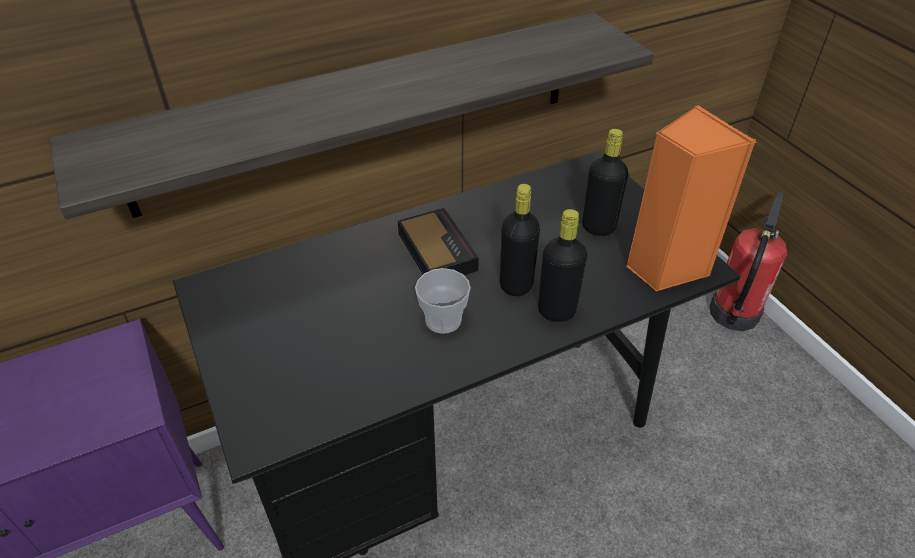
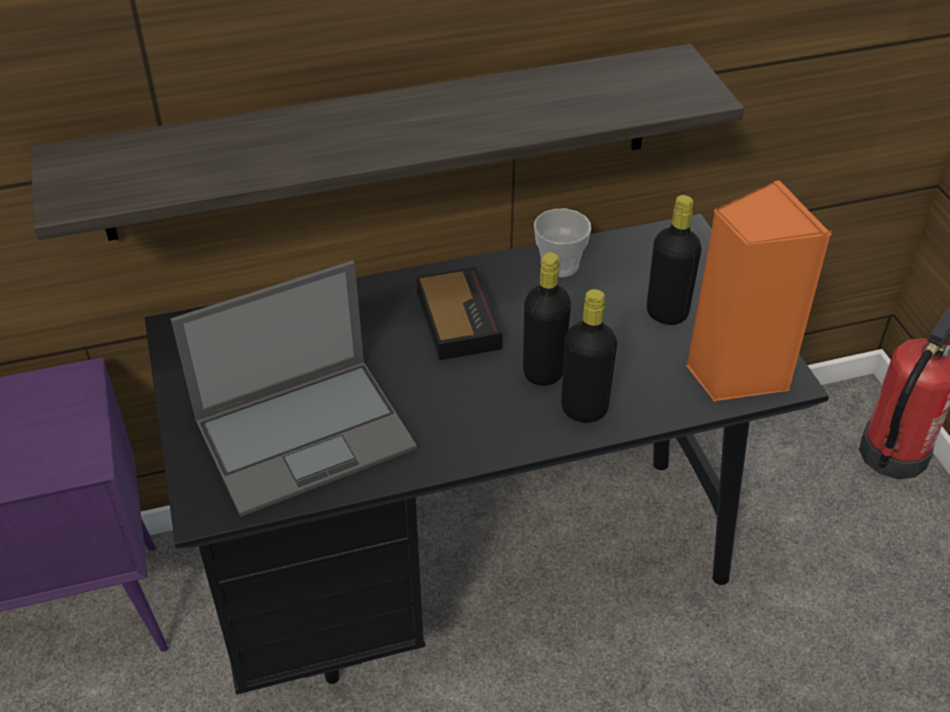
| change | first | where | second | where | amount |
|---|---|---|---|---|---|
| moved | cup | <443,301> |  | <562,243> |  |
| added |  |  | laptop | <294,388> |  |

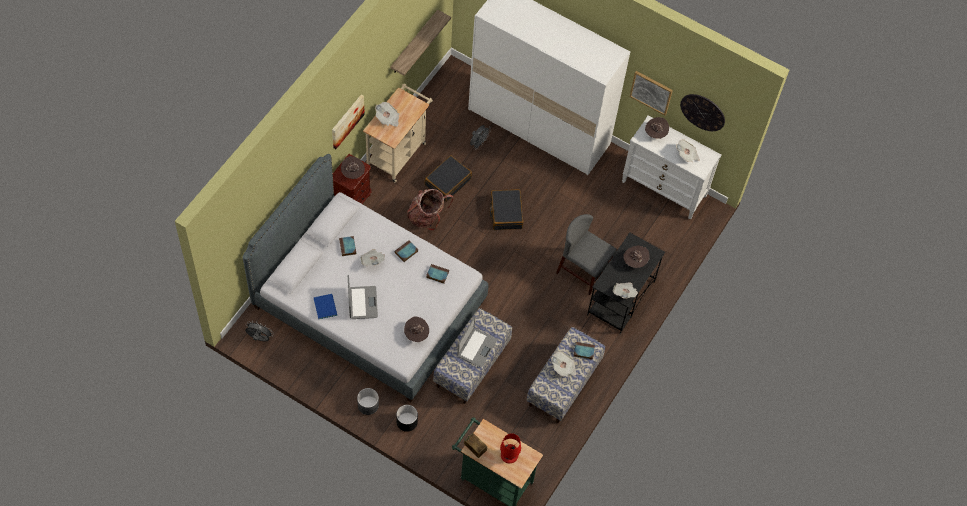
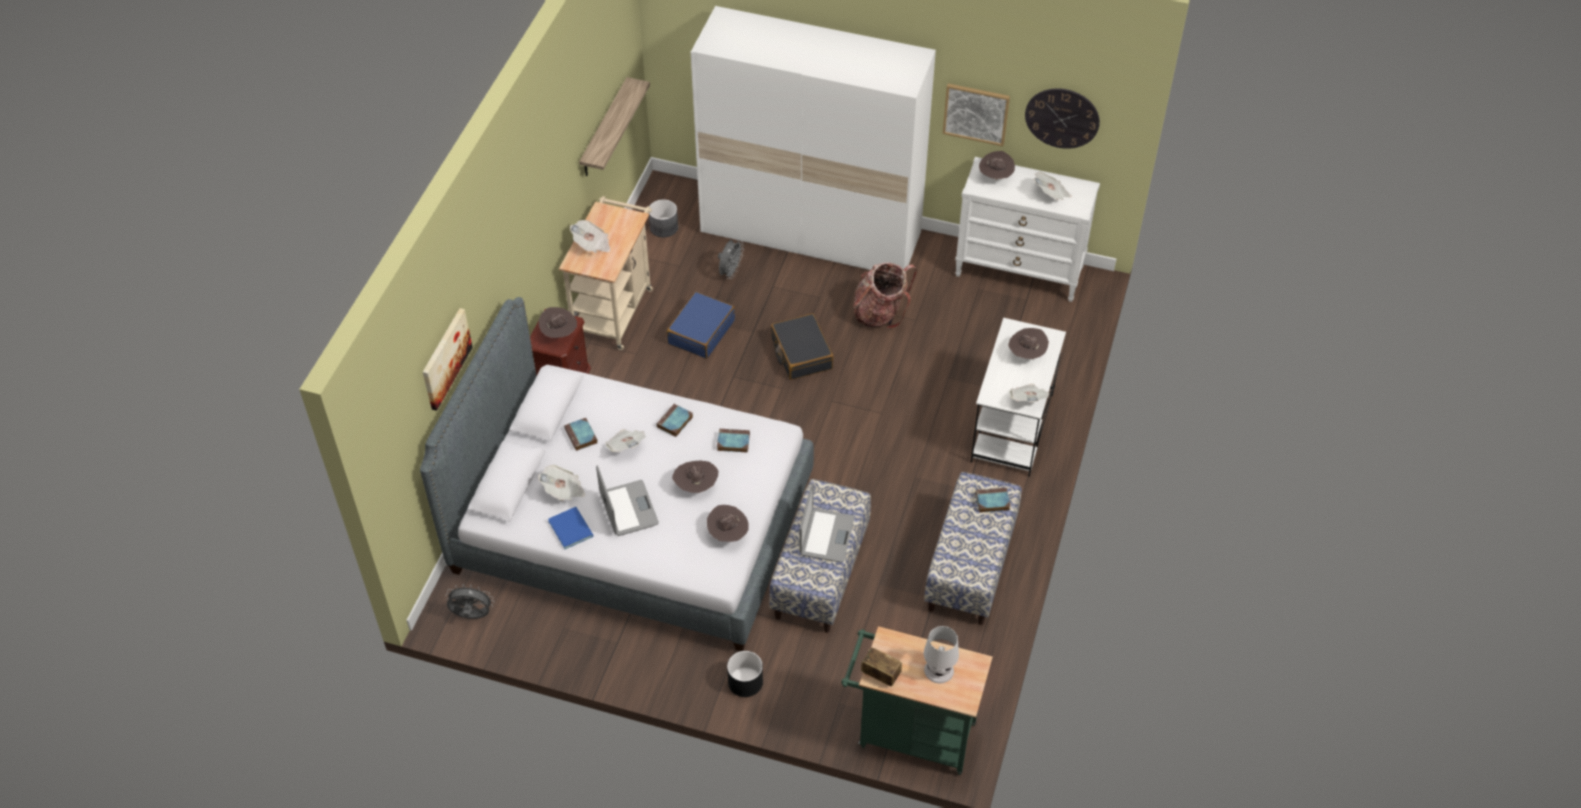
| change | first | where | second | where | amount |
|---|---|---|---|---|---|
| moved | picture | <348,121> |  | <448,359> |  |
| moved | planter (grey) | <368,401> |  | <663,218> |  |
| moved | backpack | <430,210> |  | <885,295> |  |
| recoloured | suitcase (black) | <448,178> | suitcase (blue) | <701,325> |  |
| recoloured | table lamp (red) | <510,448> | table lamp (white) | <941,654> |  |
| moved | newspaper | <563,364> |  | <562,483> |  |
| removed | chair (grey) | <586,254> |  |  |  |
| recoloured | desk (black) | <626,283> | desk (white) | <1018,397> |  |
| added |  |  | hat (brown) | <695,476> |  |

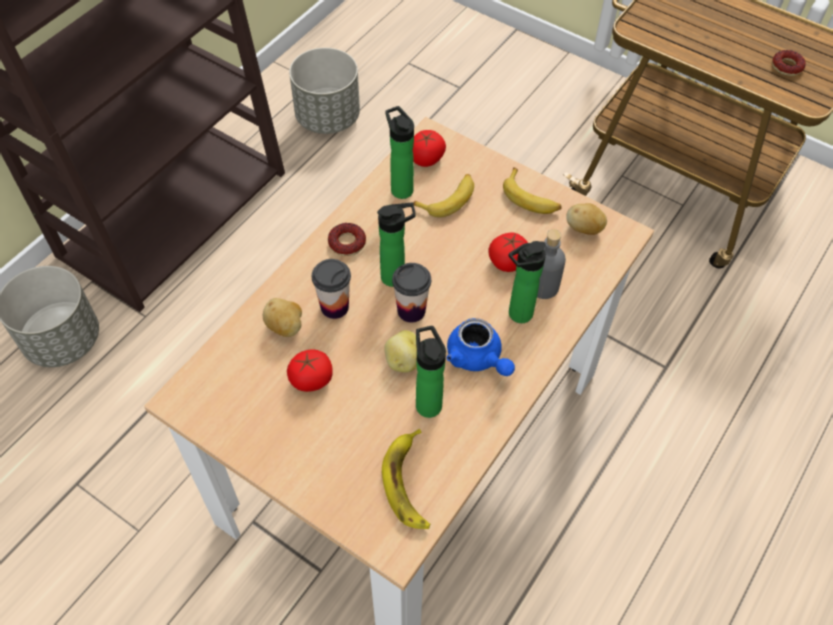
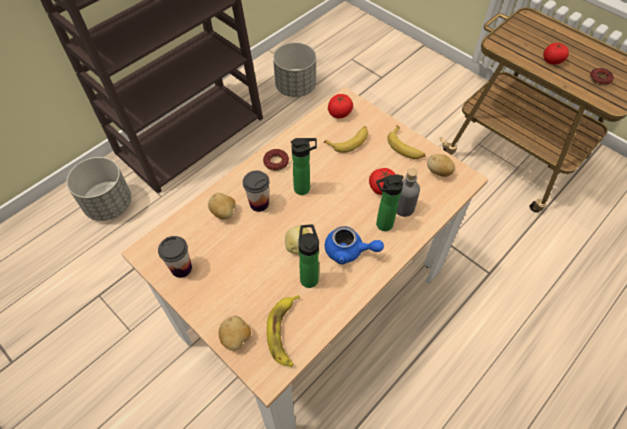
| change | first | where | second | where | amount |
|---|---|---|---|---|---|
| moved | tomato | <310,370> |  | <556,54> |  |
| removed | bottle | <399,152> |  |  |  |
| moved | cup | <411,293> |  | <175,257> |  |
| turned | teapot (blue) | <481,347> |  | <354,245> | 45 degrees counterclockwise |
| added |  |  | potato | <235,333> |  |

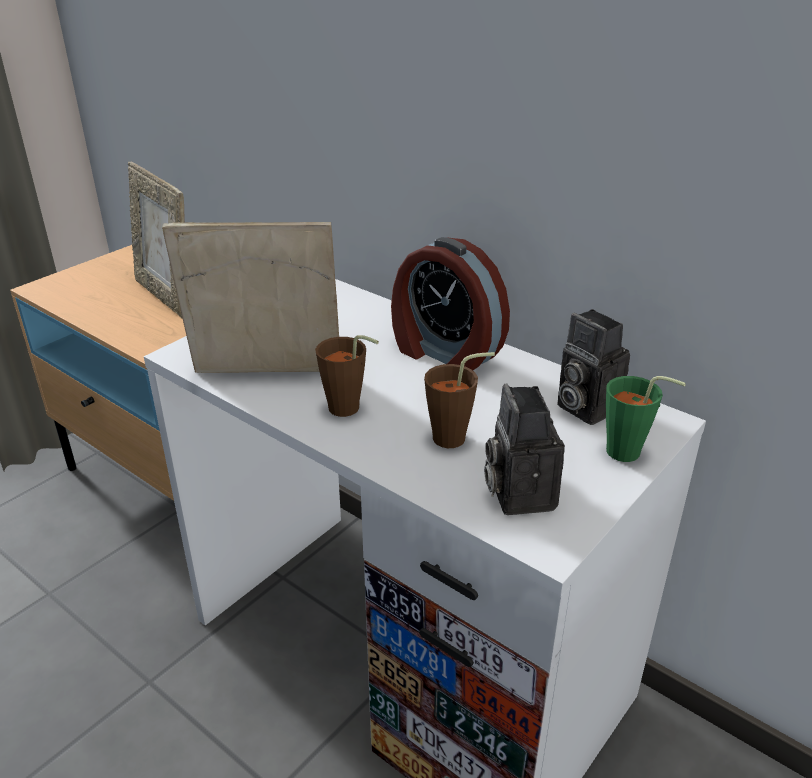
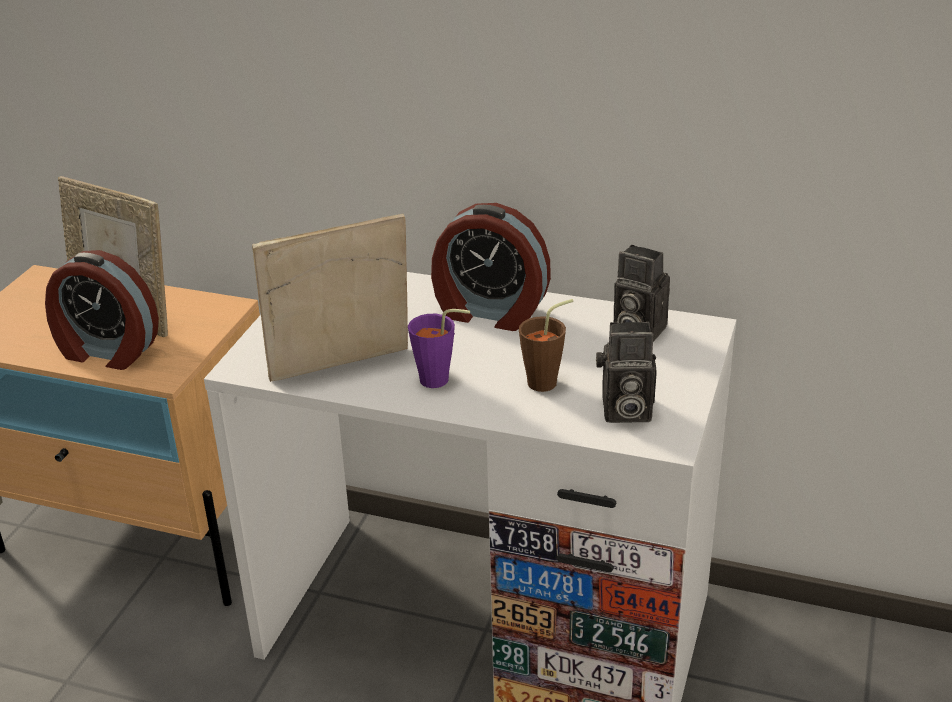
| change | first | where | second | where | amount |
|---|---|---|---|---|---|
| recoloured | cup (brown) | <347,376> | cup (purple) | <439,348> |  |
| turned | photo camera | <524,449> |  | <626,372> | 60 degrees counterclockwise |
| removed | cup (green) | <646,419> |  |  |  |
| added |  |  | alarm clock | <102,310> |  |

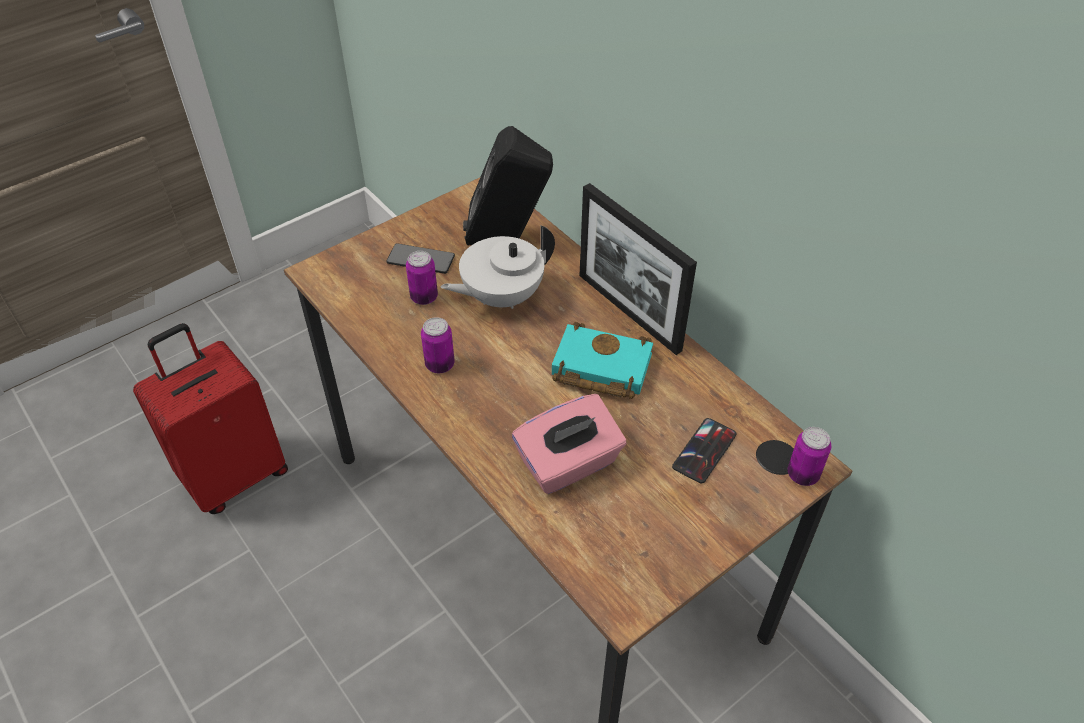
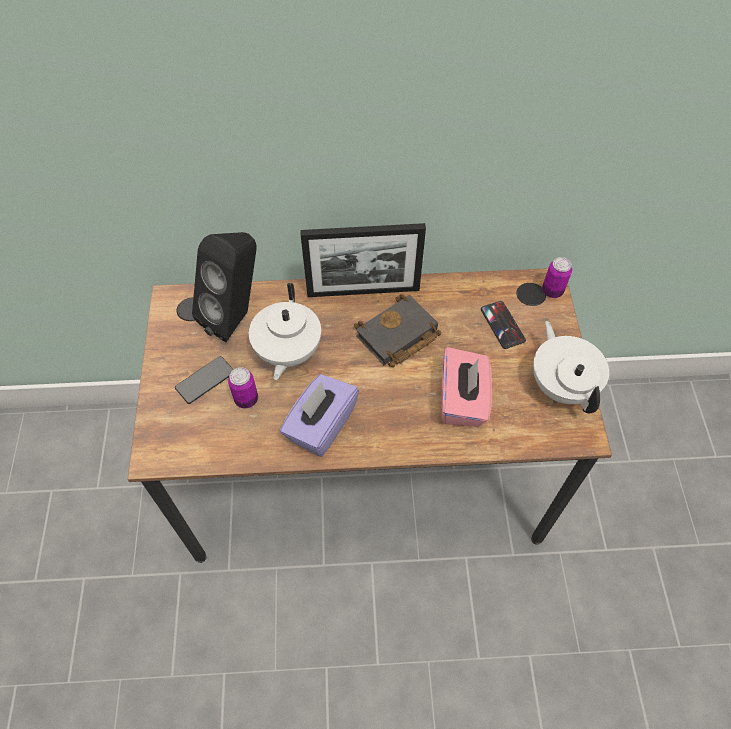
| change | first | where | second | where | amount |
|---|---|---|---|---|---|
| removed | suitcase (red) | <210,418> |  |  |  |
| replaced | can | <438,345> | tissue box (purple) | <319,415> |  |
| recoloured | book (turquoise) | <602,360> | book (black) | <397,330> |  |
| added |  |  | teapot (white) | <571,367> |  |

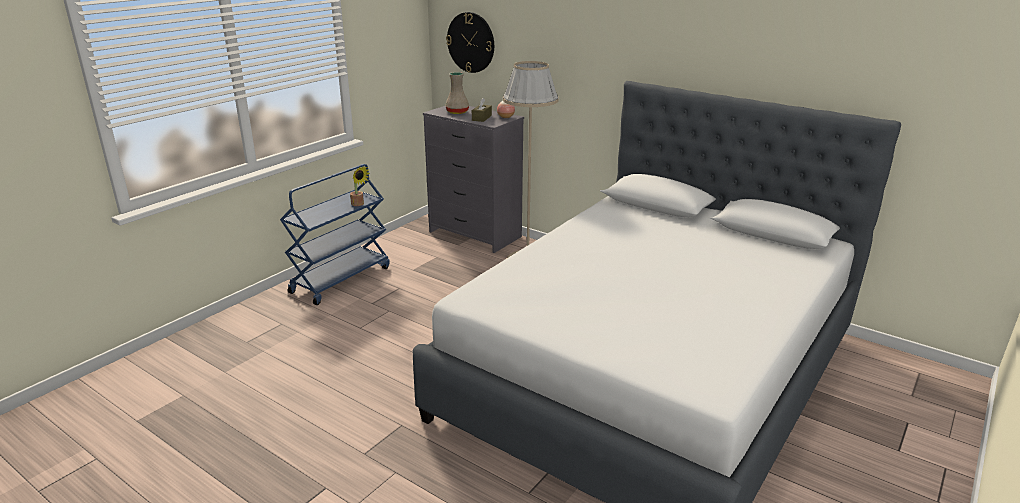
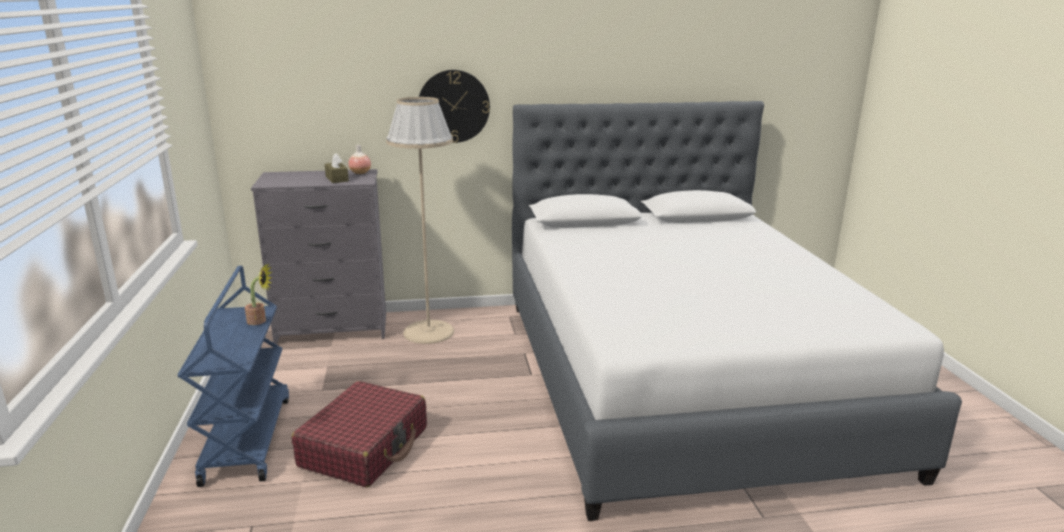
| change | first | where | second | where | amount |
|---|---|---|---|---|---|
| removed | vase (beige) | <457,93> |  |  |  |
| moved | wall clock | <470,42> |  | <454,106> |  |
| added |  |  | suitcase (red) | <359,434> |  |

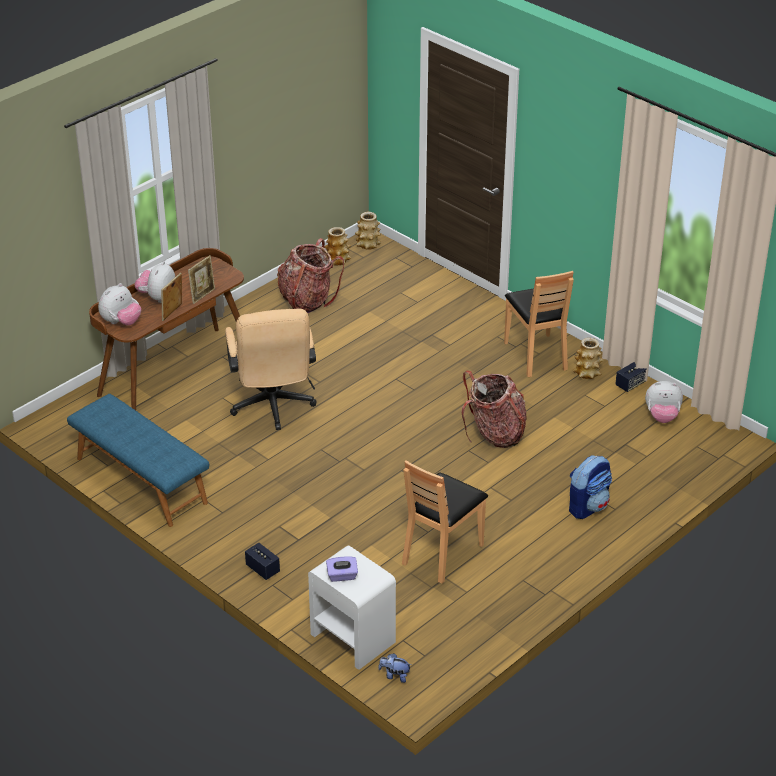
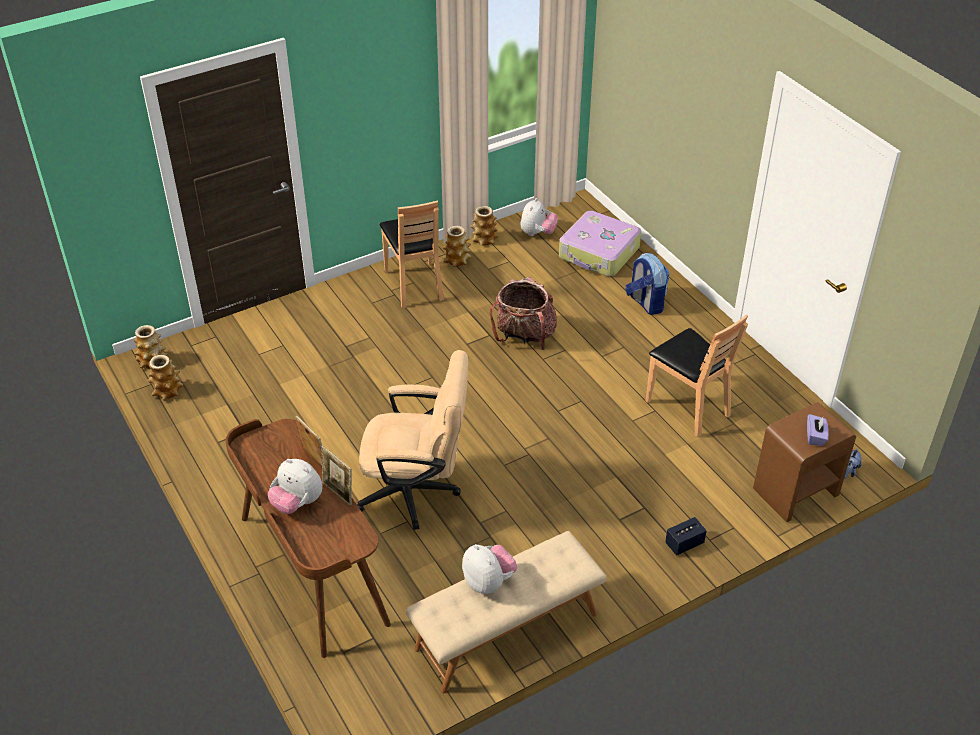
| change | first | where | second | where | amount |
|---|---|---|---|---|---|
| recoloured | bench (blue) | <138,460> | bench (beige) | <506,612> |  |
| moved | plush toy | <119,304> |  | <489,569> |  |
| removed | backpack | <310,275> |  |  |  |
| recoloured | nightstand (white) | <352,607> | nightstand (brown) | <804,462> |  |
| turned | chair (brown) | <539,324> |  | <412,254> | 75 degrees clockwise |
| replaced | speaker | <631,377> | vase | <484,226> |  |
| added |  |  | suitcase | <600,244> |  |

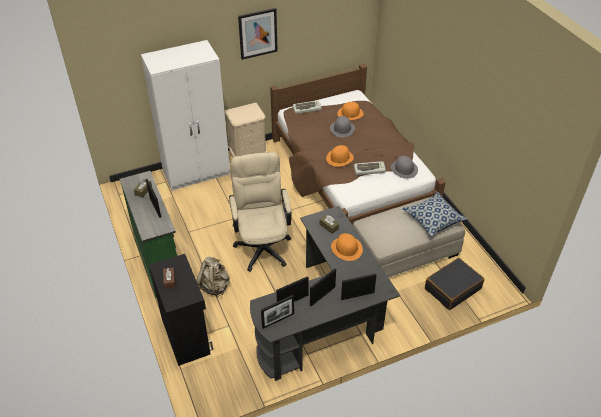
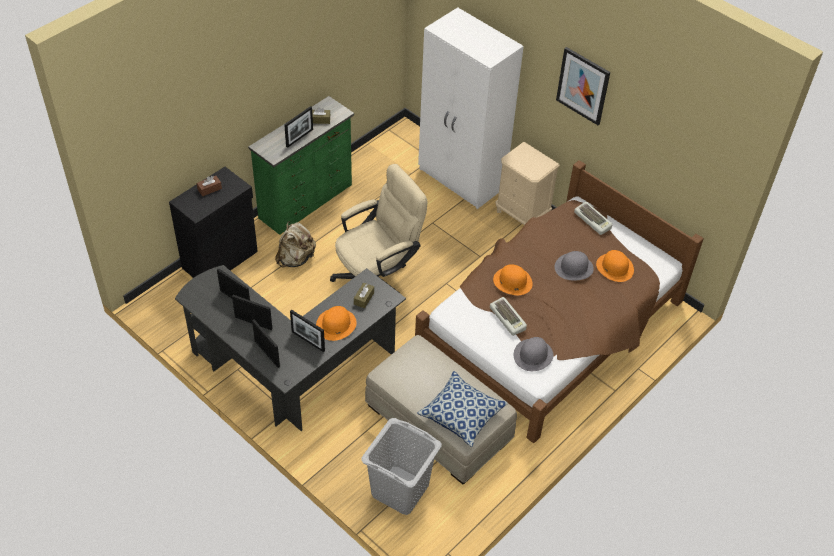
| change | first | where | second | where | amount |
|---|---|---|---|---|---|
| moved | picture frame | <277,312> |  | <307,331> |  |
| replaced | suitcase (black) | <454,284> | laundry basket (grey) | <401,466> |  |

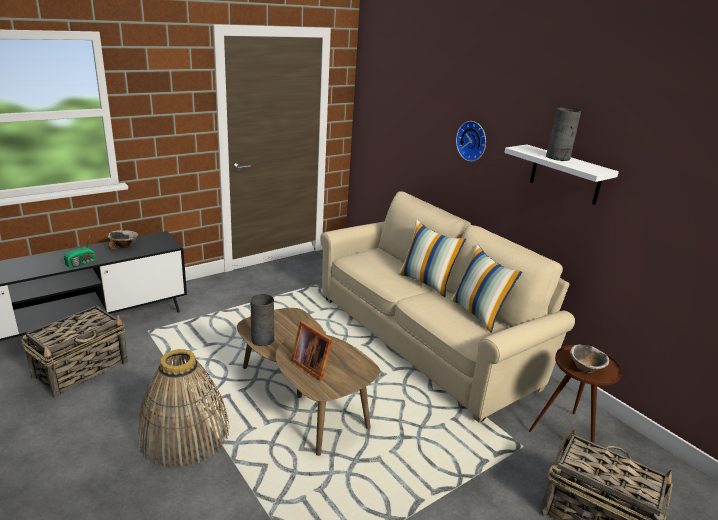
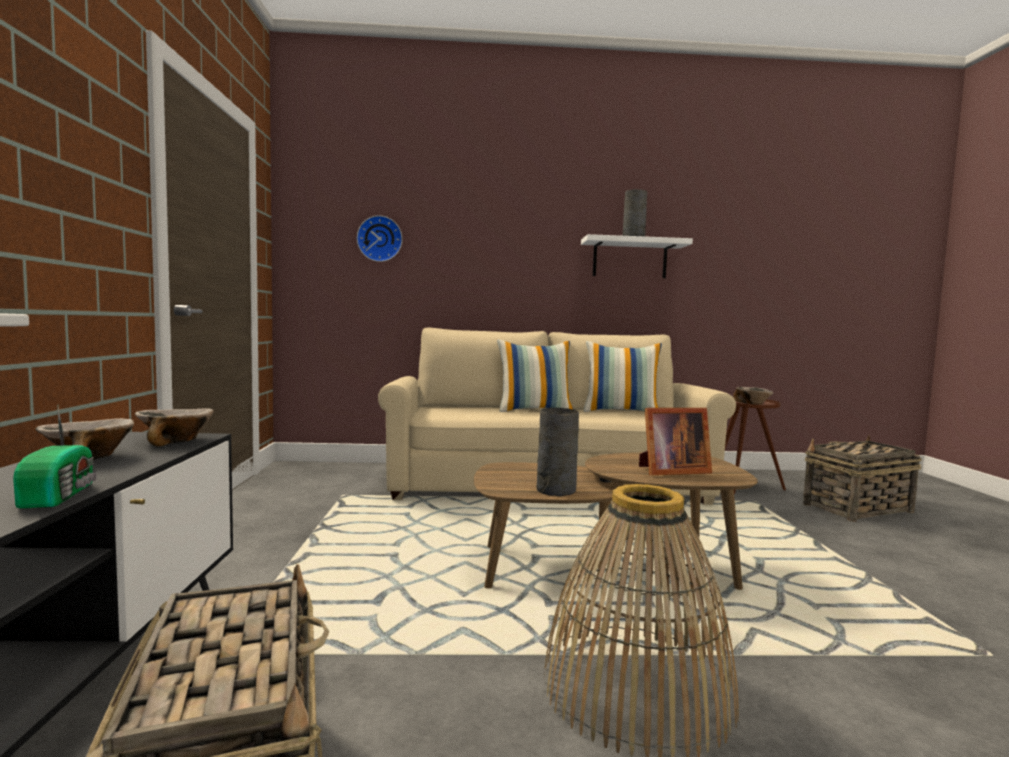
| change | first | where | second | where | amount |
|---|---|---|---|---|---|
| moved | wall clock | <471,141> |  | <380,238> |  |
| added |  |  | bowl | <174,427> |  |

